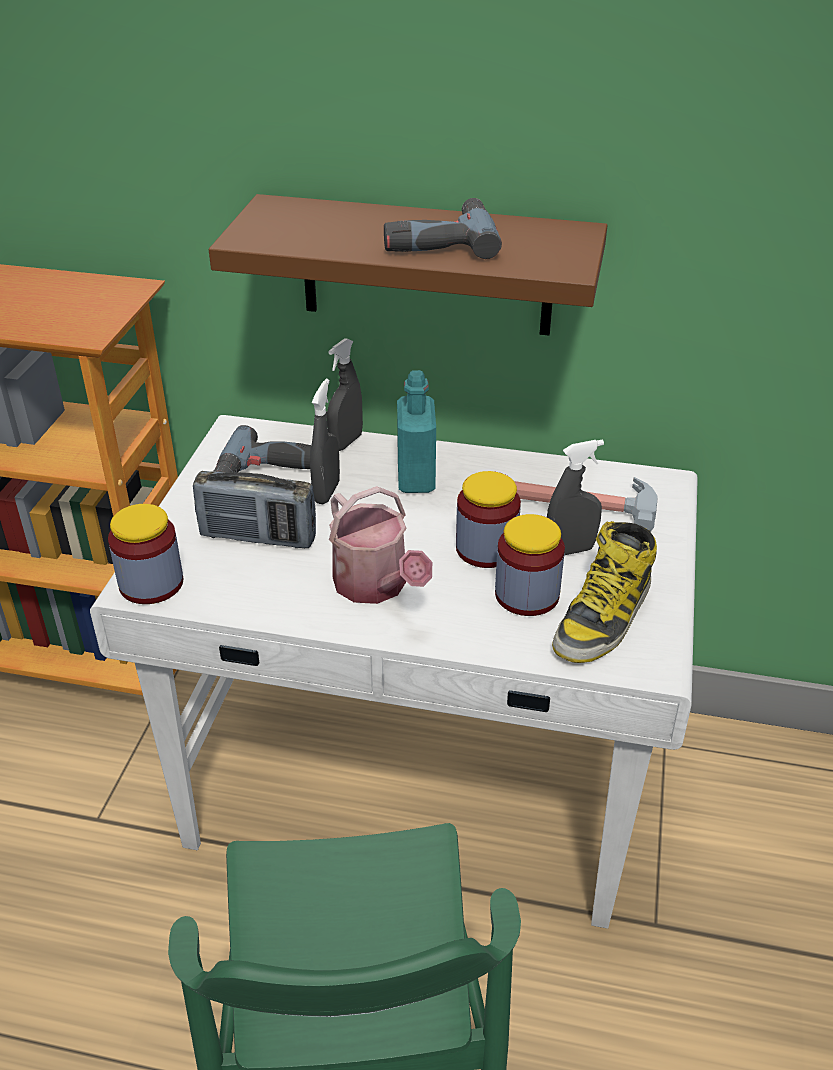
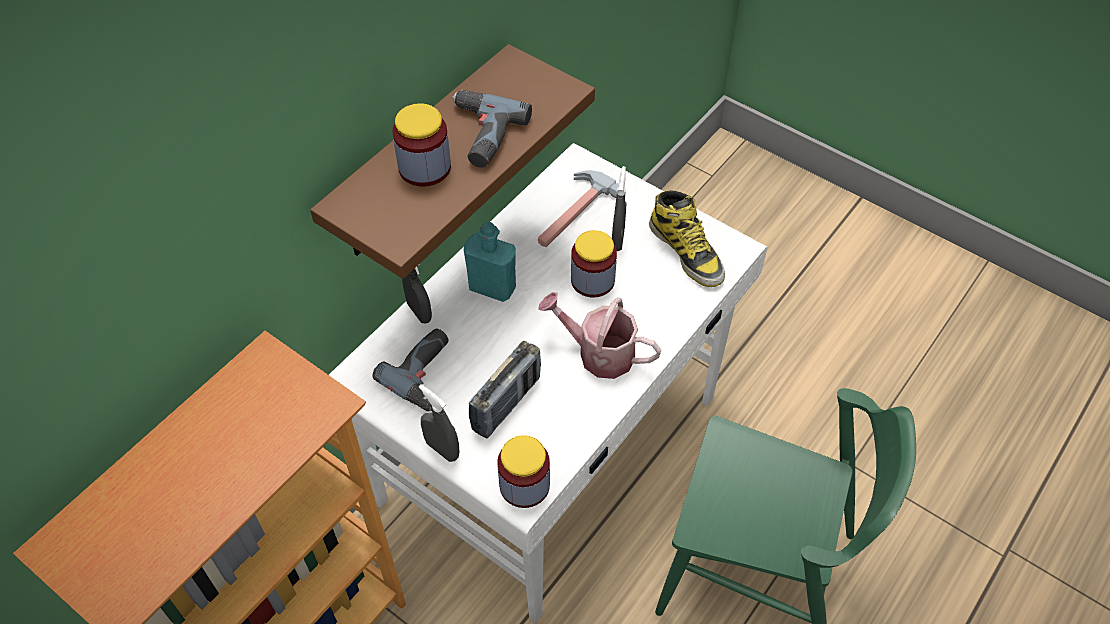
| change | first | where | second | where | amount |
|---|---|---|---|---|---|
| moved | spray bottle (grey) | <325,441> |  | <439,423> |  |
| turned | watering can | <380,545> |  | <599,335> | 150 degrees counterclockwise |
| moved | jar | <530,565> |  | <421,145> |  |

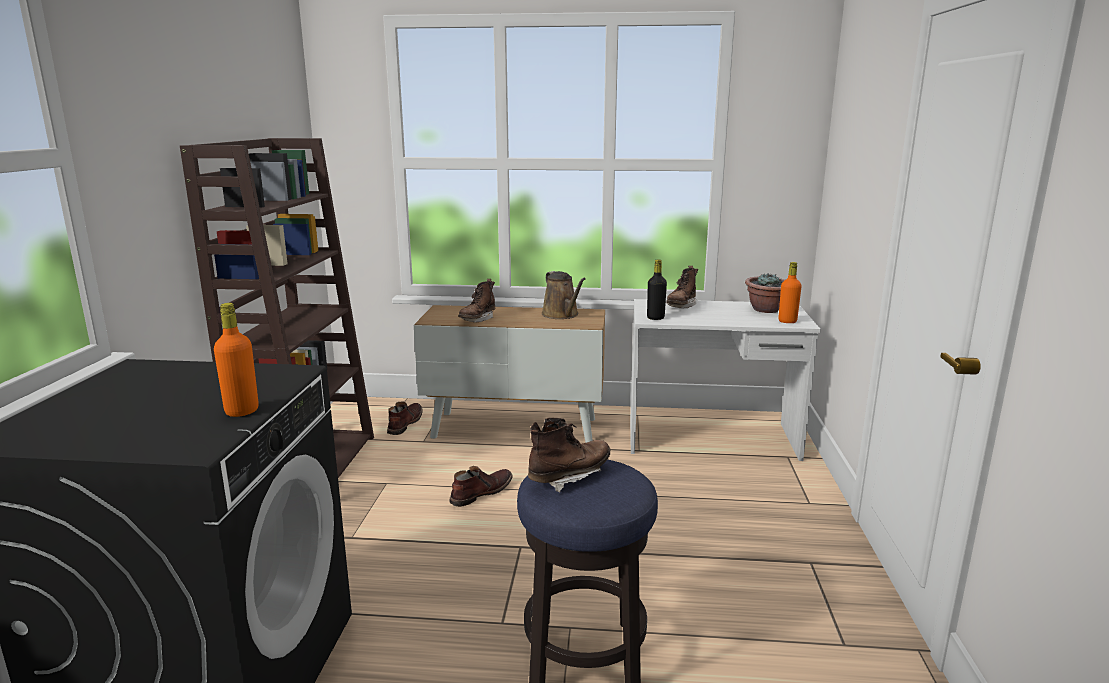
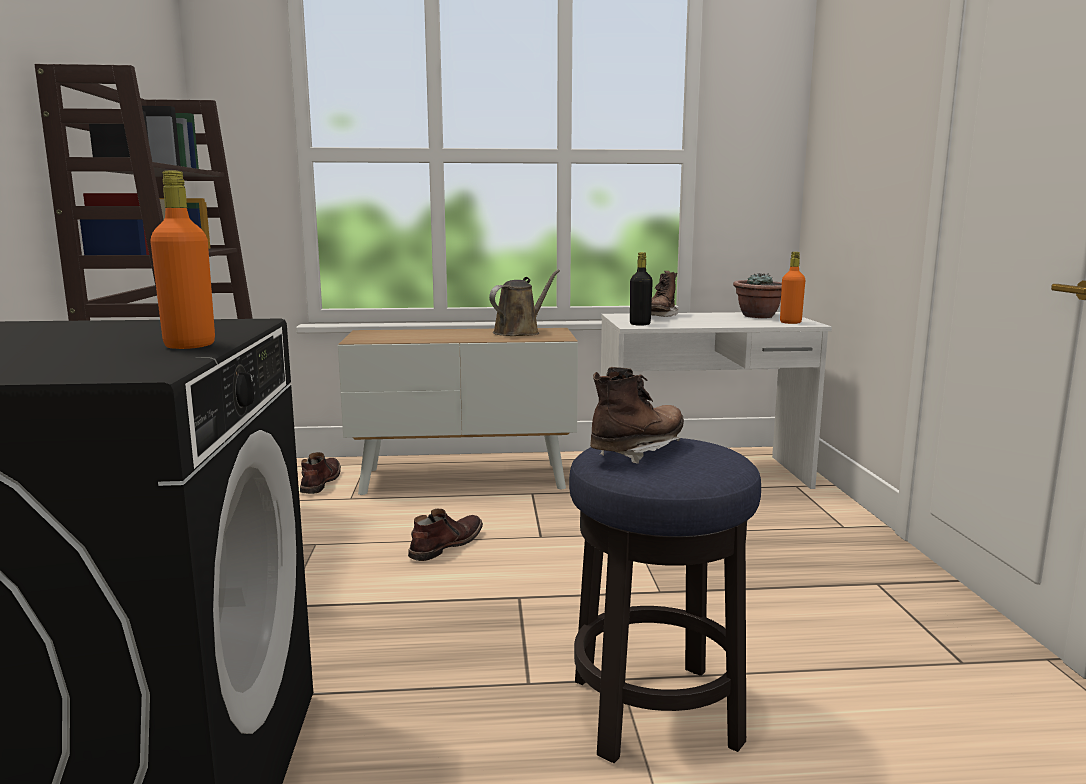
| change | first | where | second | where | amount |
|---|---|---|---|---|---|
| removed | boot (brown) | <476,301> |  |  |  |
| turned | watering can (brown) | <564,295> |  | <524,303> | 105 degrees counterclockwise |

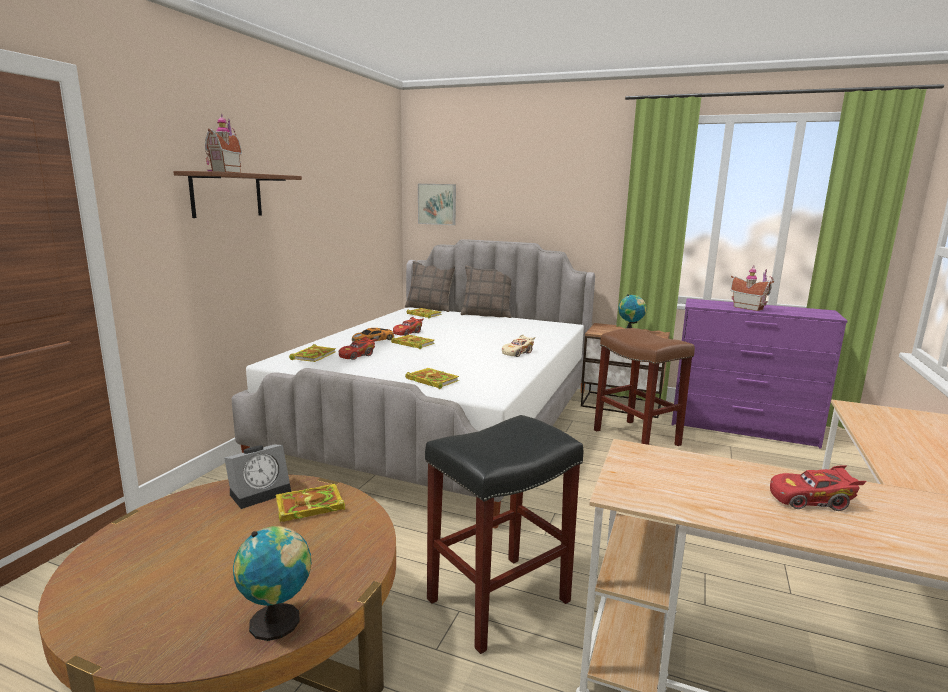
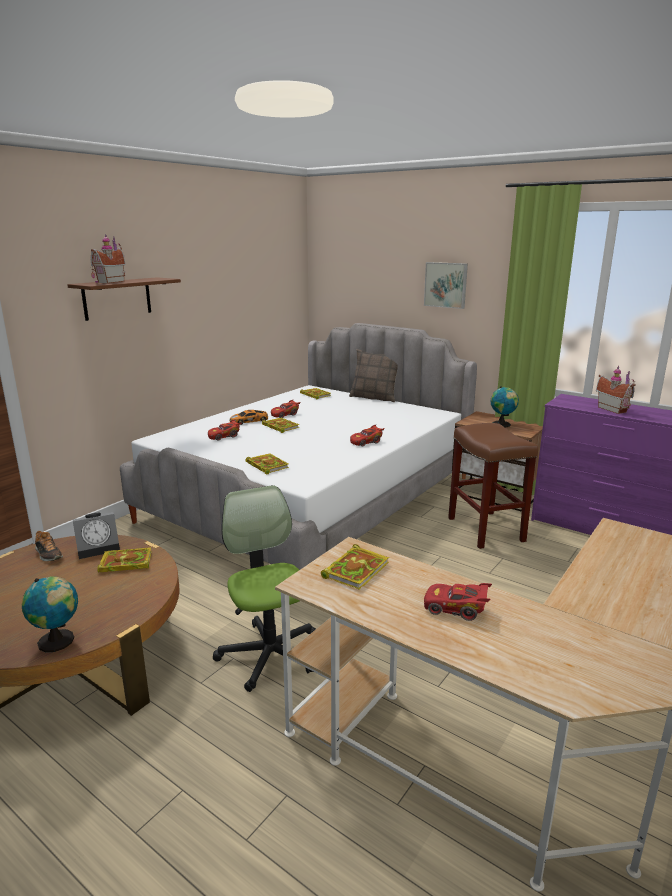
| change | first | where | second | where | amount |
|---|---|---|---|---|---|
| moved | book | <312,353> |  | <355,567> |  |
| removed | pillow | <430,286> |  |  |  |
| moved | picture | <437,204> |  | <446,285> |  |
| replaced | stool (black) | <504,534> | office chair | <264,588> |  |
| recoloured | toy car (beige) | <518,345> | toy car (red) | <367,435> |  |
| added |  |  | shoe | <49,545> |  |

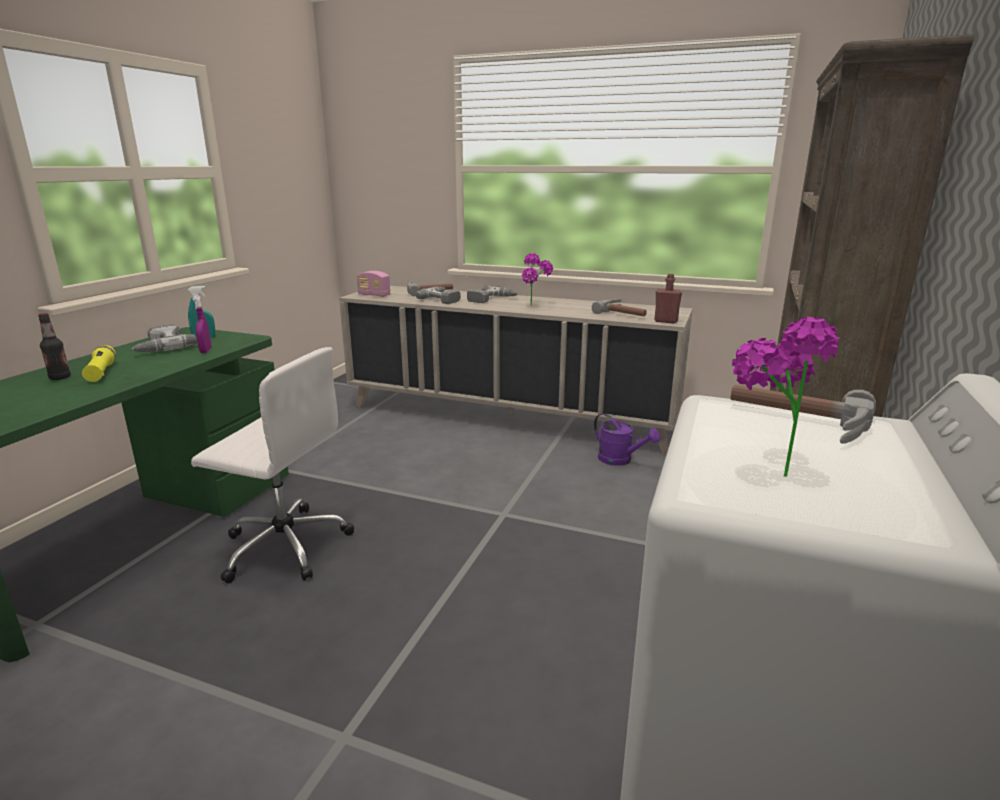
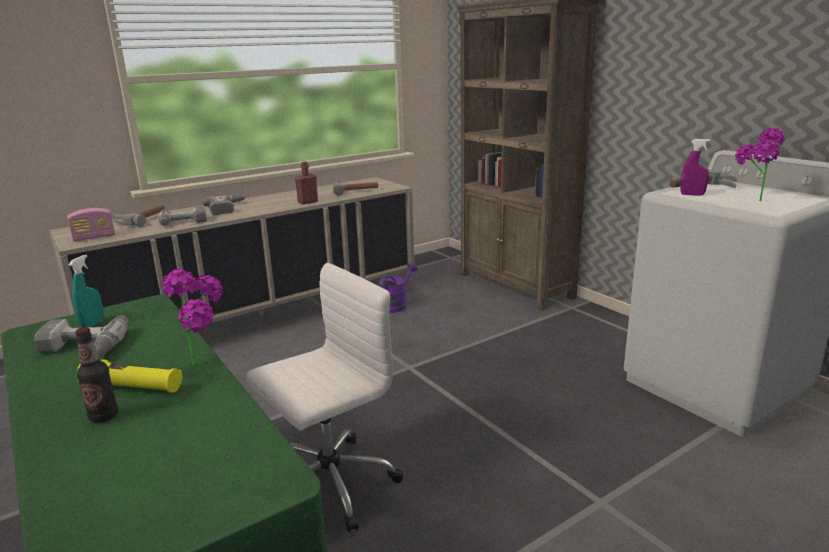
| change | first | where | second | where | amount |
|---|---|---|---|---|---|
| moved | spray bottle (purple) | <202,324> |  | <695,167> |  |
| moved | potted plant | <537,279> |  | <192,317> |  |
| turned | watering can (purple) | <627,439> |  | <398,288> | 45 degrees counterclockwise |
| moved | bottle (red) | <668,298> |  | <306,183> |  |

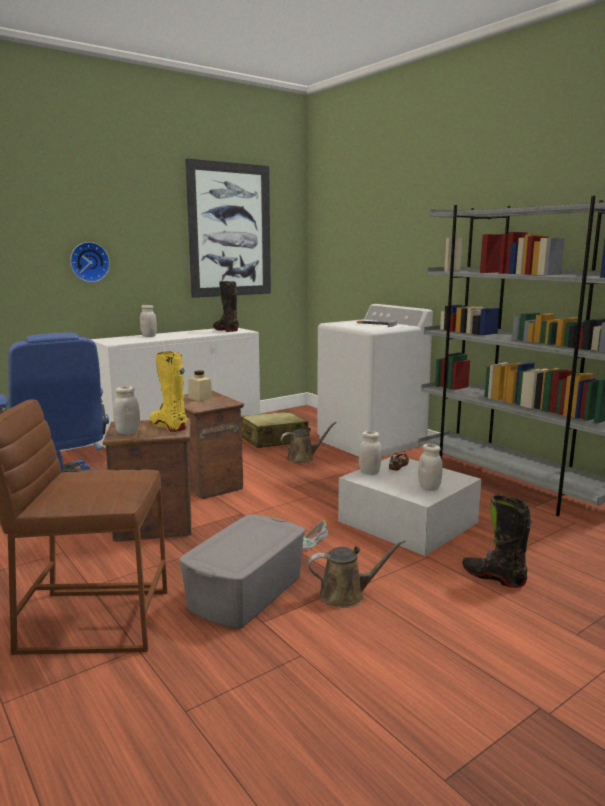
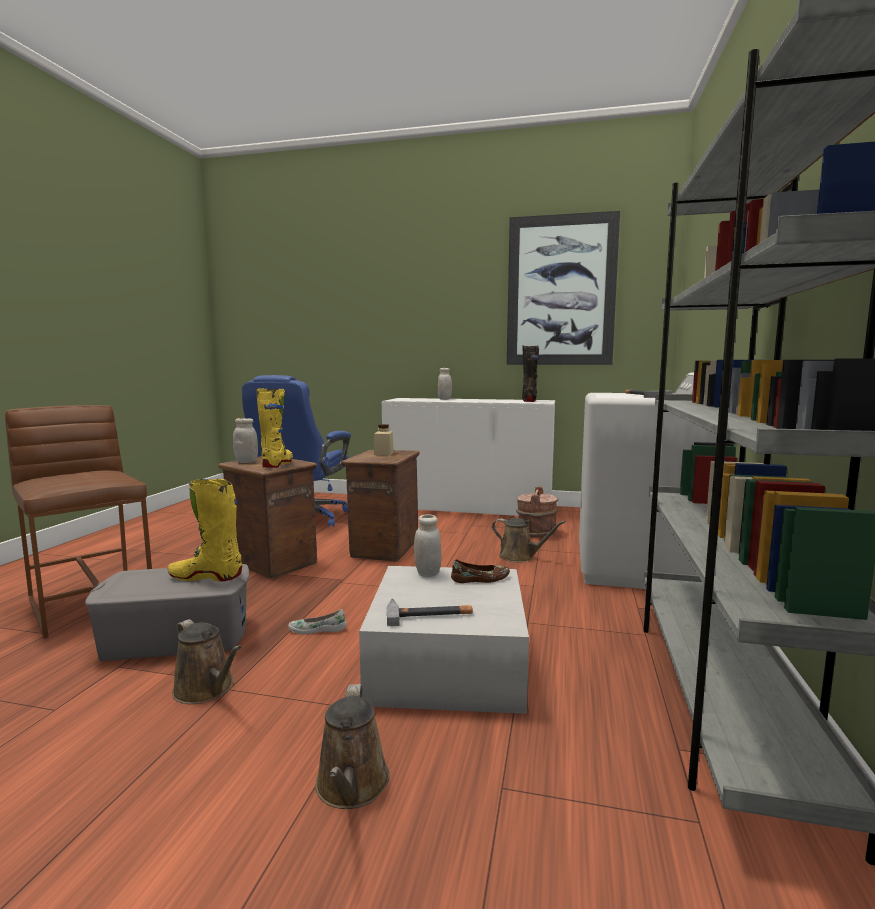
| change | first | where | second | where | amount |
|---|---|---|---|---|---|
| removed | wall clock | <90,262> |  |  |  |
| replaced | suitcase (beige) | <274,429> | bucket (brown) | <537,512> |  |
| replaced | jar (white) | <430,467> | hammer | <430,612> |  |
| replaced | boot (black) | <497,541> | watering can (brown) | <352,746> |  |
| added |  |  | boot (yellow) | <205,530> |  |

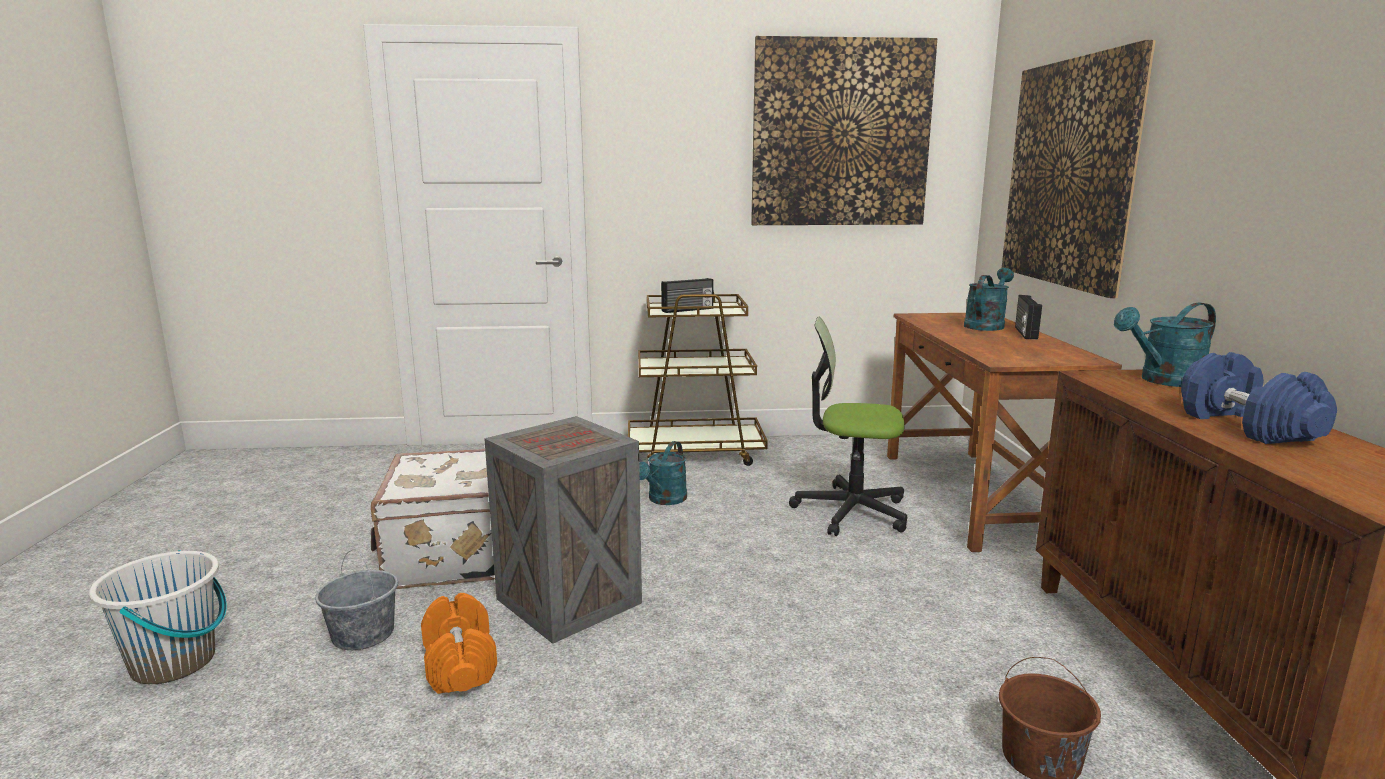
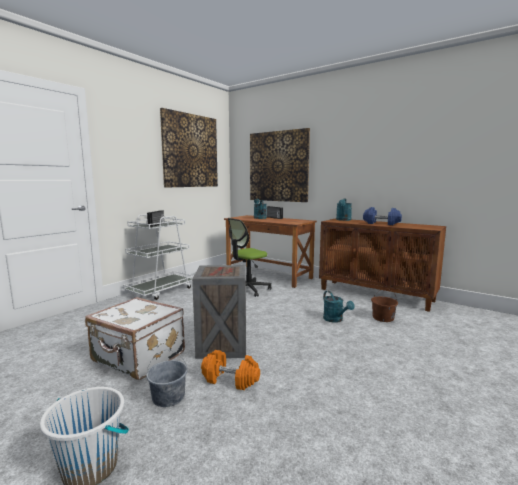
| change | first | where | second | where | amount |
|---|---|---|---|---|---|
| recoloured | cart (brown) | <698,377> | cart (white) | <158,257> |  |
| moved | watering can (turquoise) | <663,473> |  | <339,307> |  |

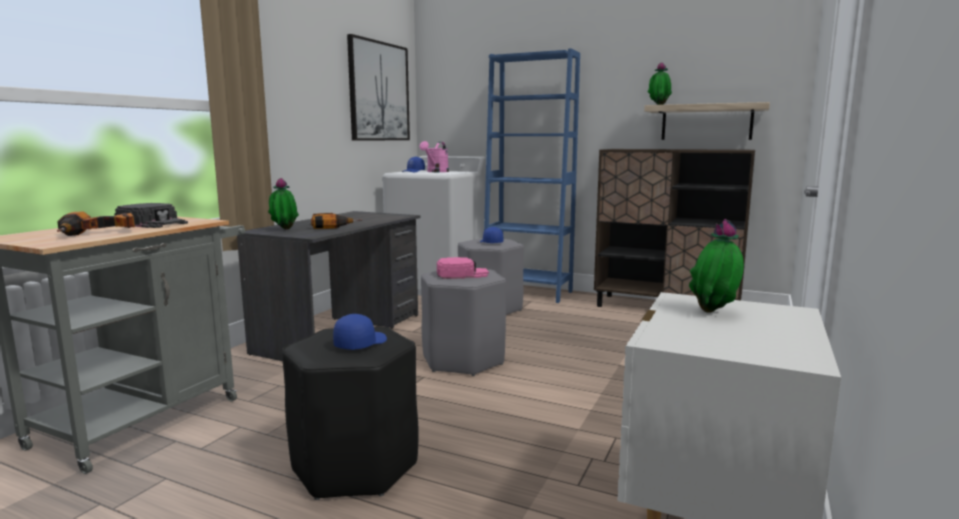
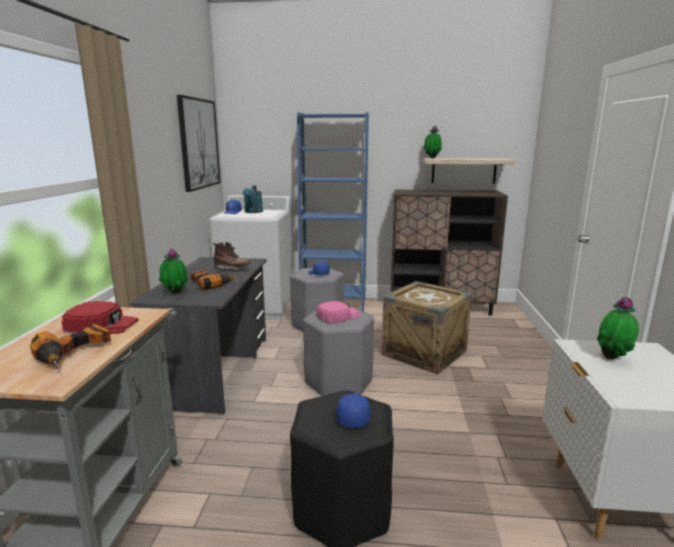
| change | first | where | second | where | amount |
|---|---|---|---|---|---|
| recoloured | cap (black) | <151,215> | cap (red) | <100,318> |  |
| recoloured | watering can (pink) | <434,156> | watering can (turquoise) | <253,199> |  |
| added |  |  | boot (brown) | <232,256> |  |
| added |  |  | crate | <426,328> |  |

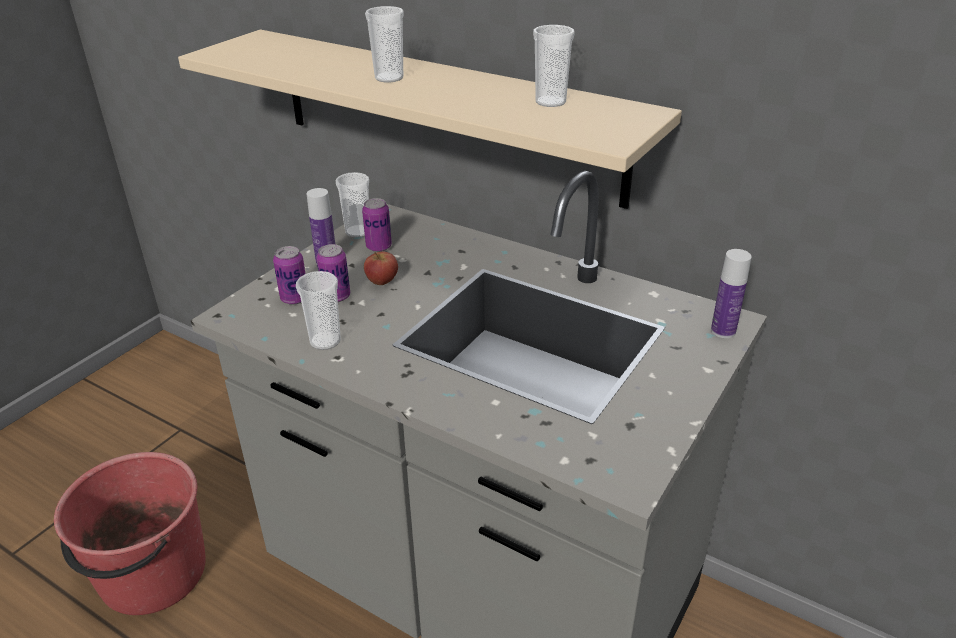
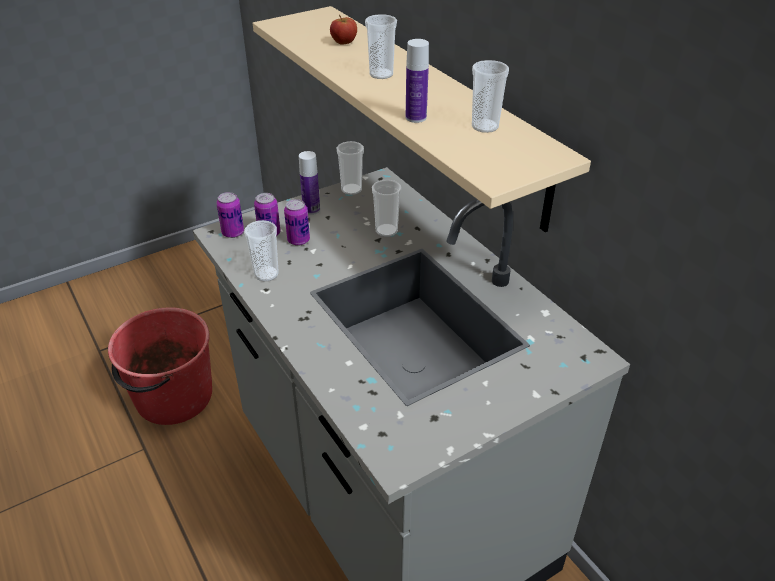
| change | first | where | second | where | amount |
|---|---|---|---|---|---|
| moved | can | <377,225> |  | <230,215> |  |
| moved | apple | <381,268> |  | <343,30> |  |
| moved | bottle | <731,293> |  | <417,81> |  |
| added |  |  | cup | <387,208> |  |

